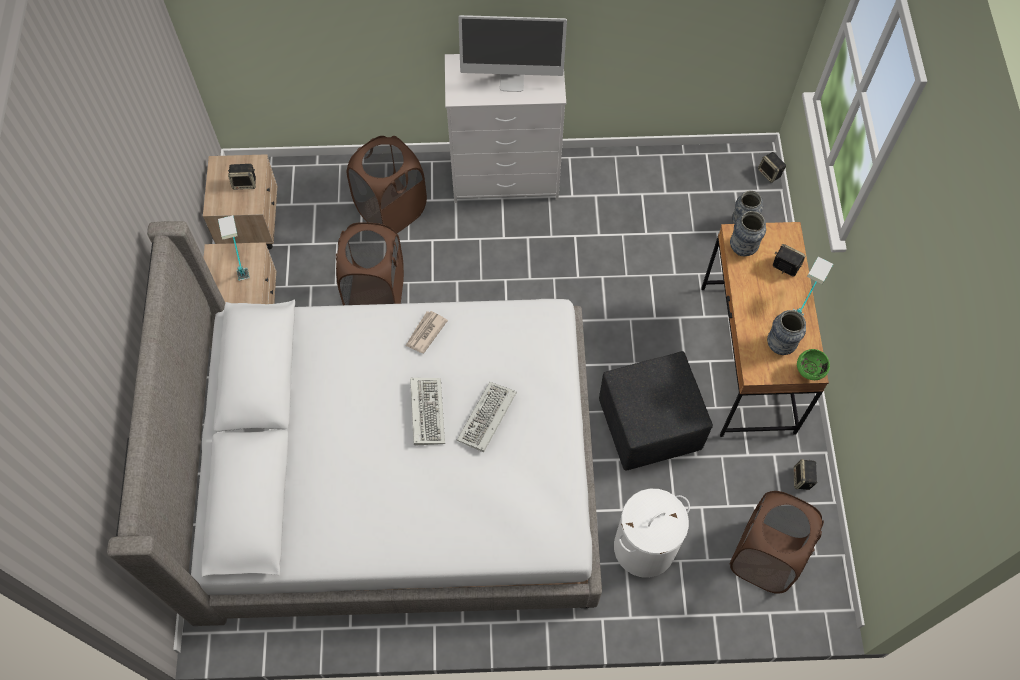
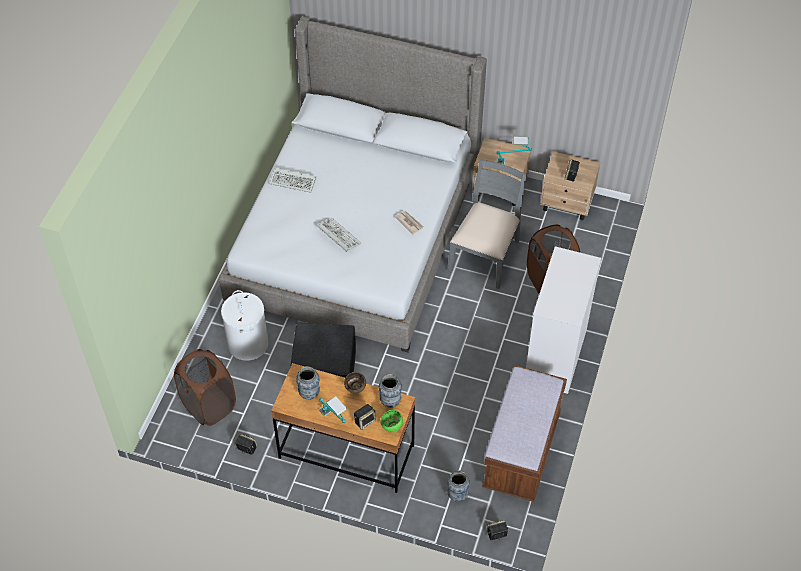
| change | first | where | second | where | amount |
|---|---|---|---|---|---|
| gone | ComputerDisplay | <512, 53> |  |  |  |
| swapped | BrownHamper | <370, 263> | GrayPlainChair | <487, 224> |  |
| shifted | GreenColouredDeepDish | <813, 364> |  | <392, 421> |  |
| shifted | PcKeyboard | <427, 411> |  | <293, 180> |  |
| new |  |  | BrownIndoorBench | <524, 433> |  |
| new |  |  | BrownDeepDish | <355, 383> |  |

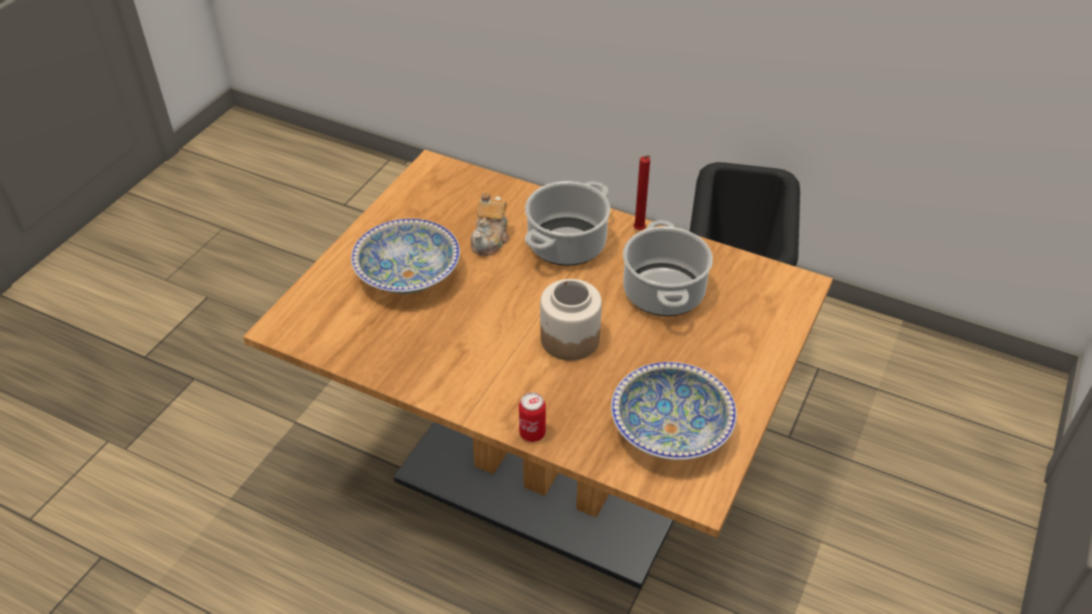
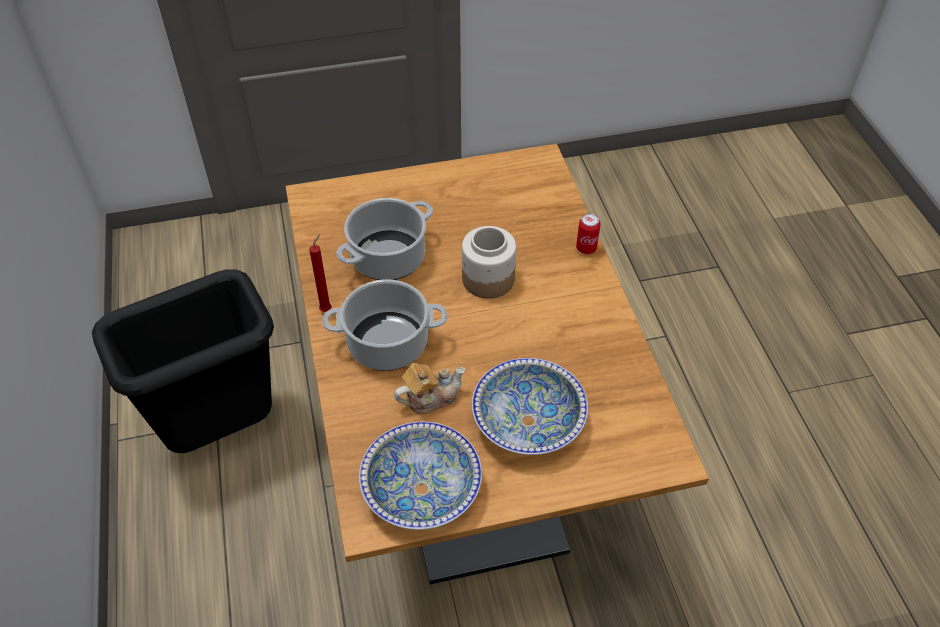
| change | first | where | second | where | amount |
|---|---|---|---|---|---|
| shifted | DeepDish | <674, 411> |  | <420, 476> |  |

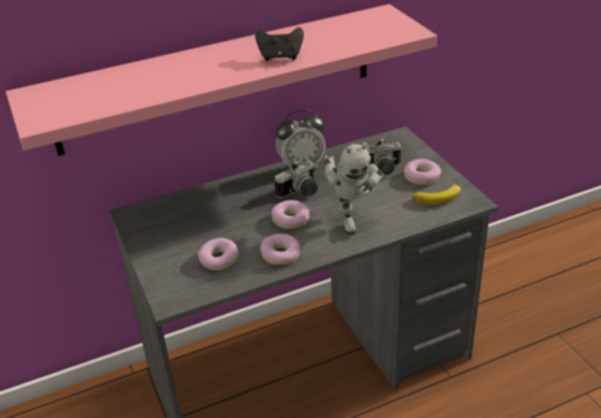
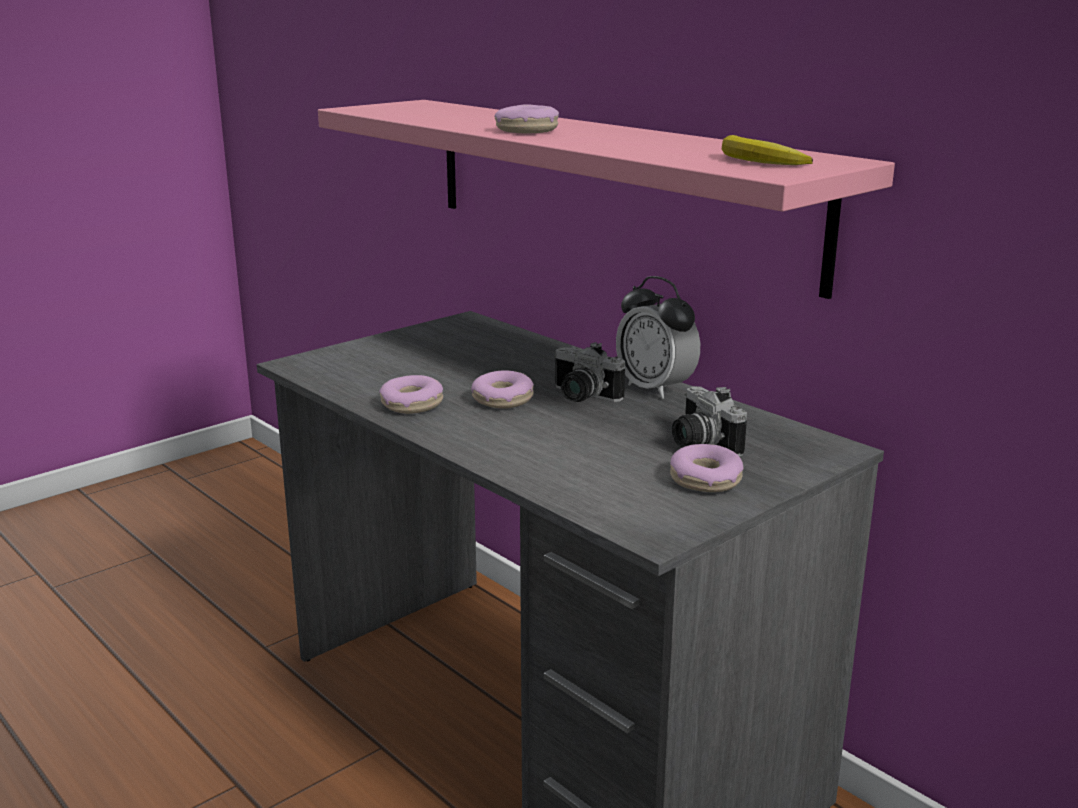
| change | first | where | second | where | amount |
|---|---|---|---|---|---|
| gone | BlackishGameController | <279, 44> |  |  |  |
| gone | ModelRobot | <354, 188> |  |  |  |
| shifted | Banana | <437, 194> |  | <767, 150> |  |
| shifted | Doughnut | <218, 254> |  | <526, 118> |  |

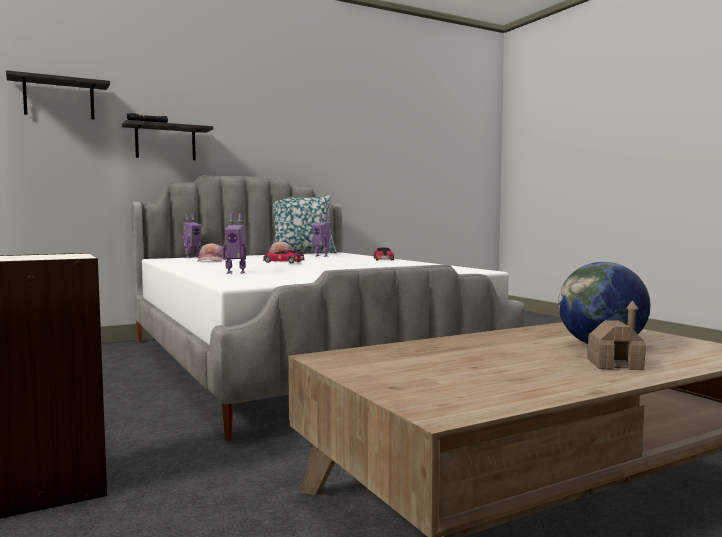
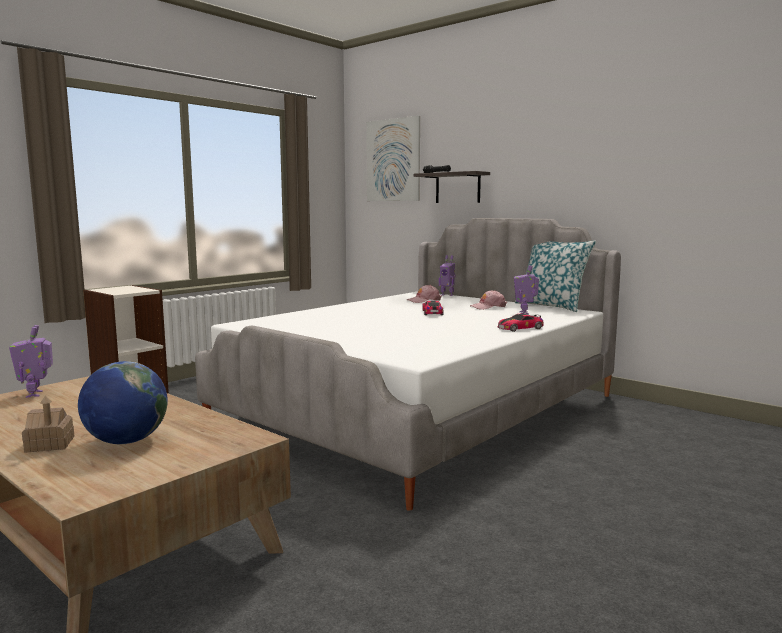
| change | first | where | second | where | amount |
|---|---|---|---|---|---|
| swapped | BracketShelf | <58, 94> | Picture | <393, 158> |  |
| shifted | ModelRobot | <234, 243> |  | <31, 361> |  |

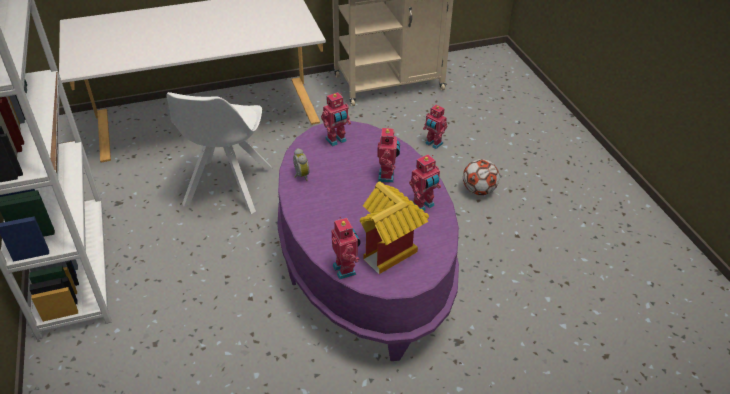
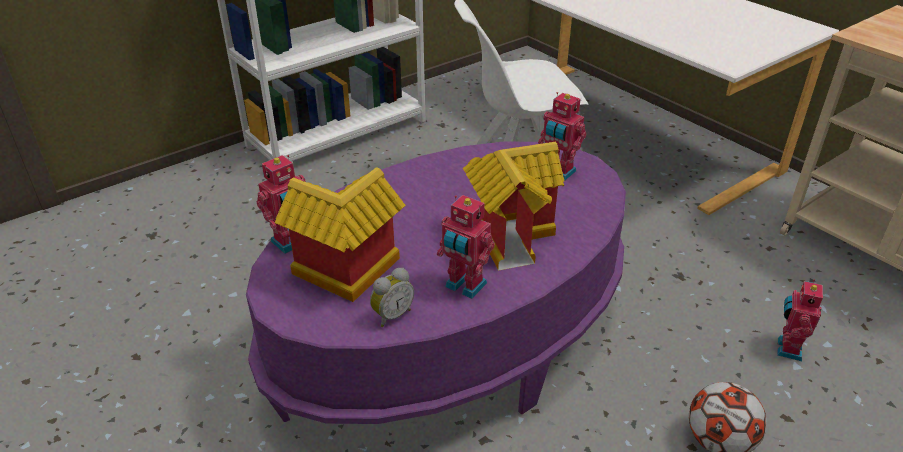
| change | first | where | second | where | amount |
|---|---|---|---|---|---|
| swapped | ModelRobot | <388, 154> | MiniatureHouse | <513, 206> |  |
| shifted | BedsideClock | <301, 164> |  | <392, 297> |  |

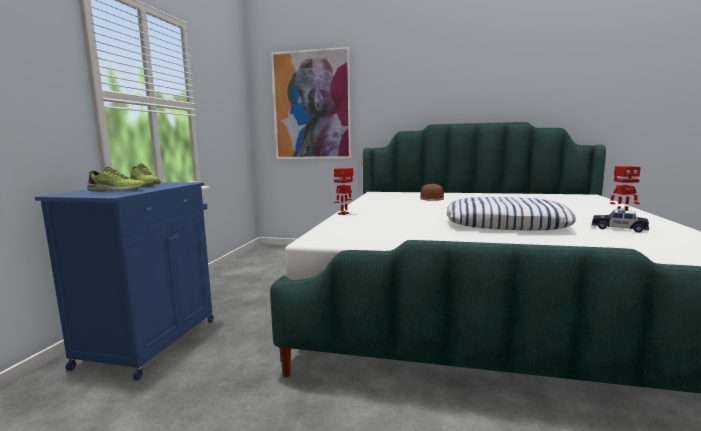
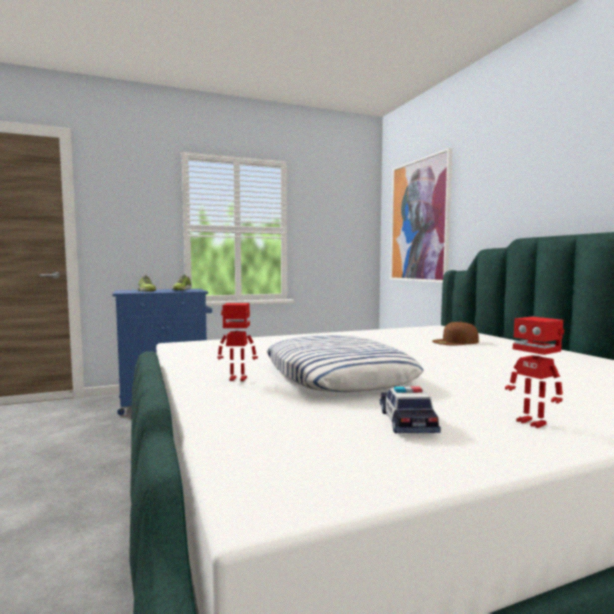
| change | first | where | second | where | amount |
|---|---|---|---|---|---|
| shifted | ModelRobot | <343, 191> |  | <238, 342> |  |

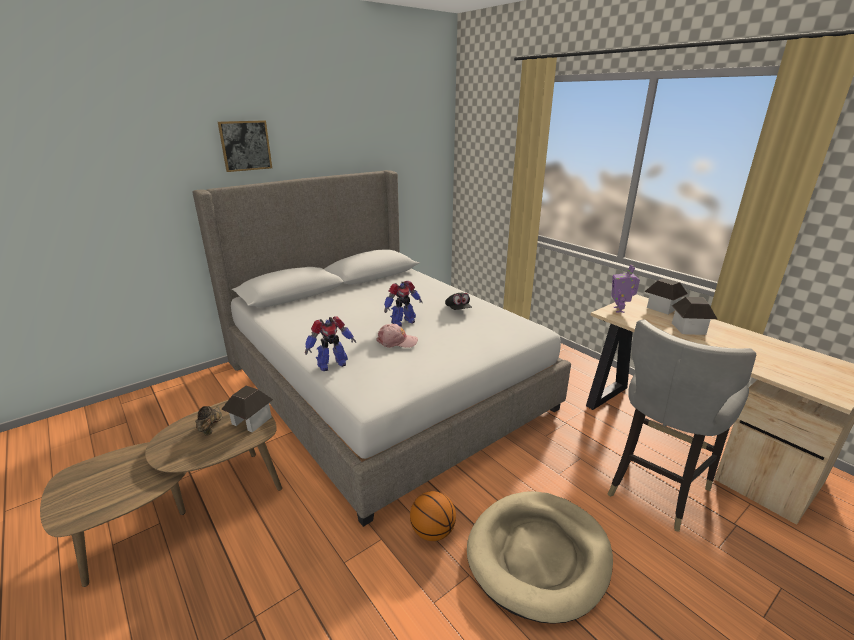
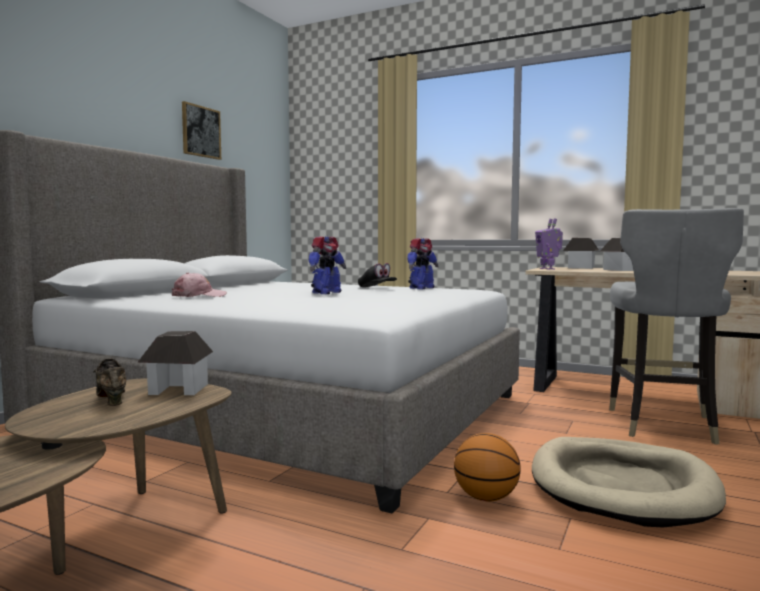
| change | first | where | second | where | amount |
|---|---|---|---|---|---|
| shifted | Picture | <245, 146> |  | <201, 130> |  |
| shifted | ModelRobot | <330, 343> |  | <423, 263> |  |
| shifted | PinkishCap | <397, 336> |  | <199, 285> |  |

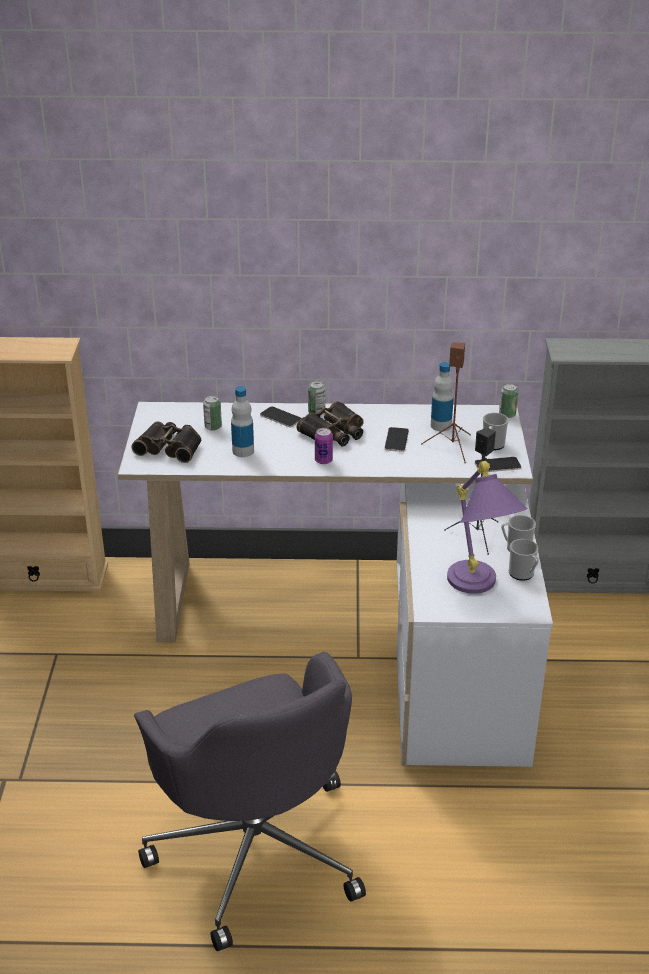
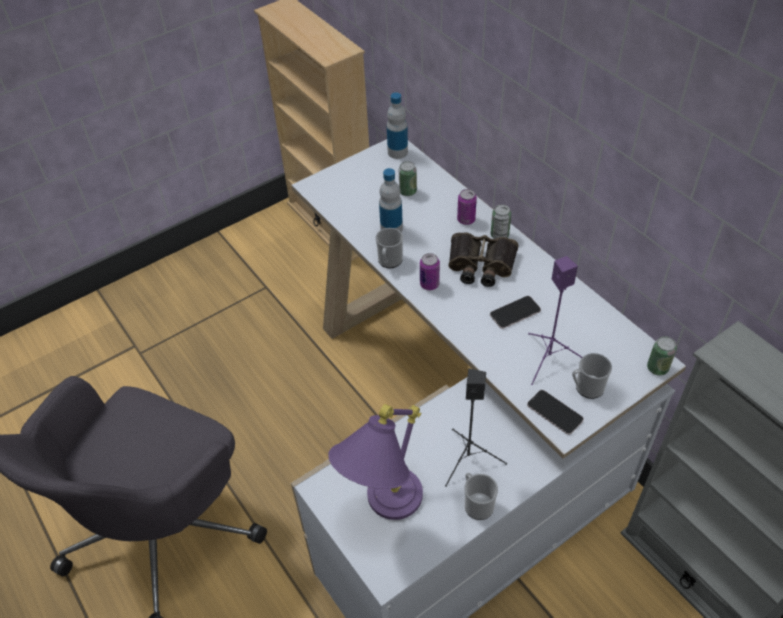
| change | first | where | second | where | amount |
|---|---|---|---|---|---|
| repainted | BrownSpeaker | <446, 402> | PurpleColouredSpeaker | <555, 320> |  |
| shifted | BeverageBottle | <442, 396> |  | <397, 125> |  |
| swapped | Handset | <280, 416> | MetalCan | <467, 207> |  |
| gone | PairOfBinoculars | <166, 442> |  |  |  |
| shifted | Mug | <524, 560> |  | <389, 248> |  |

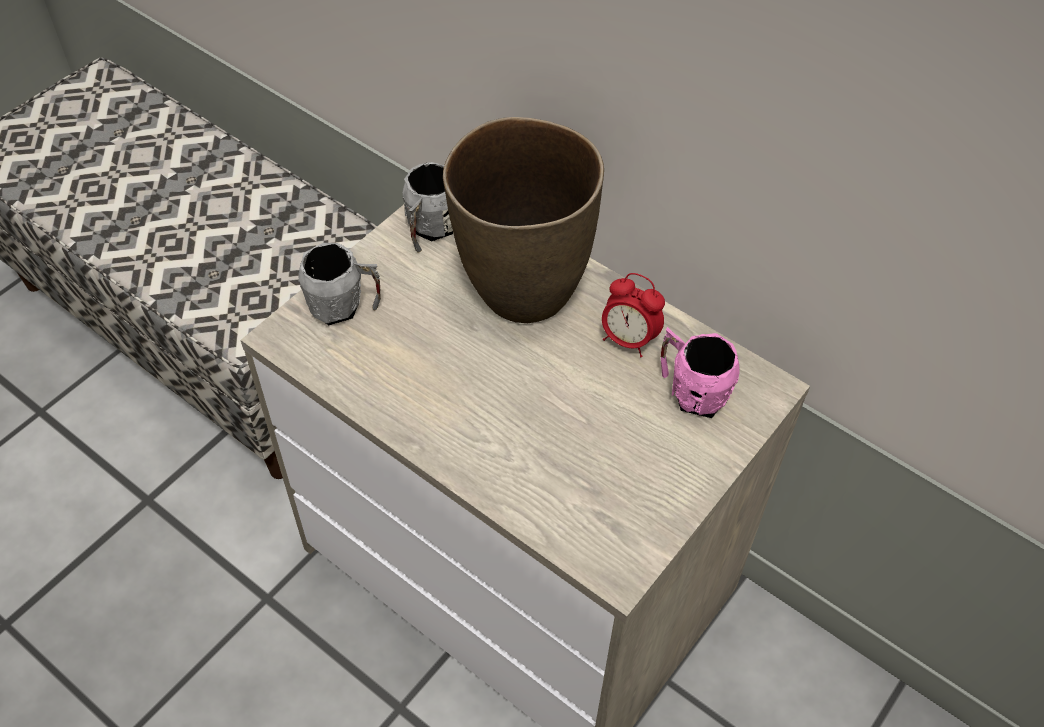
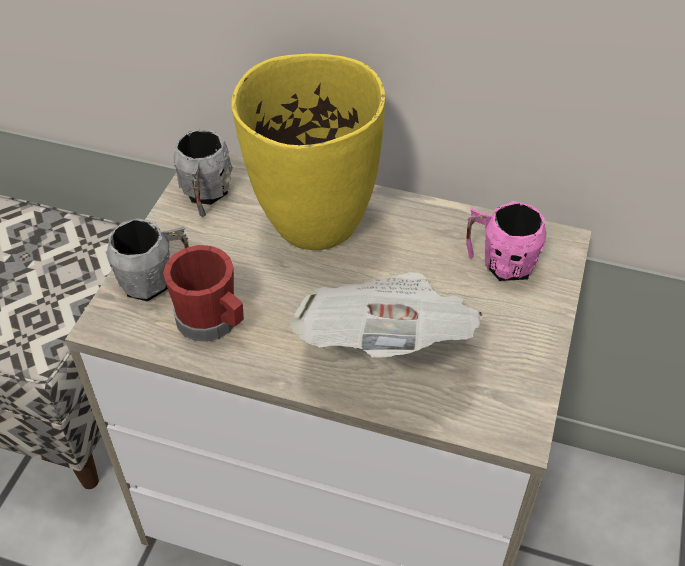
| change | first | where | second | where | amount |
|---|---|---|---|---|---|
| repainted | BrownVase | <523, 220> | YellowishVase | <308, 152> |  |
| gone | BedsideClock | <633, 315> |  |  |  |
| new |  |  | RedColouredMug | <203, 293> |  |
| new |  |  | DailyPaper | <386, 315> |  |

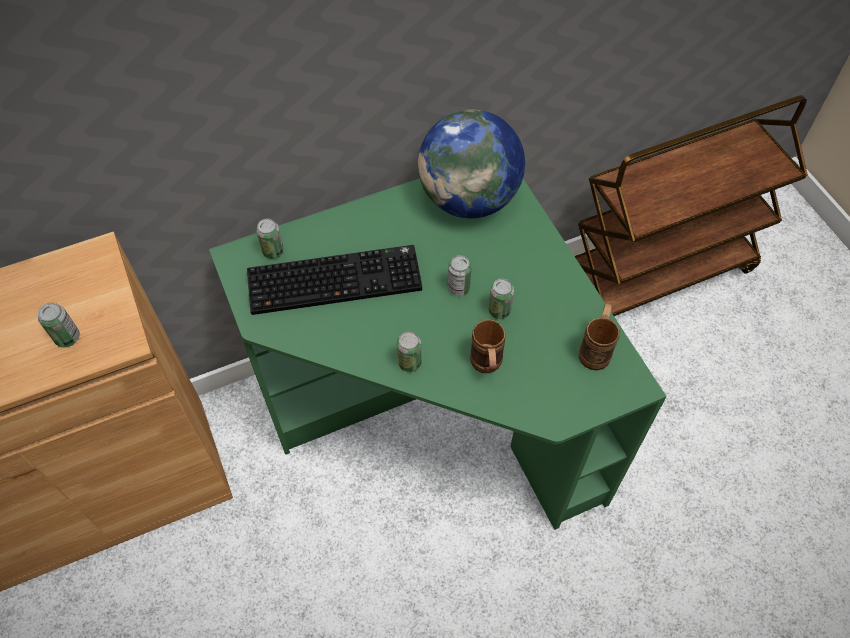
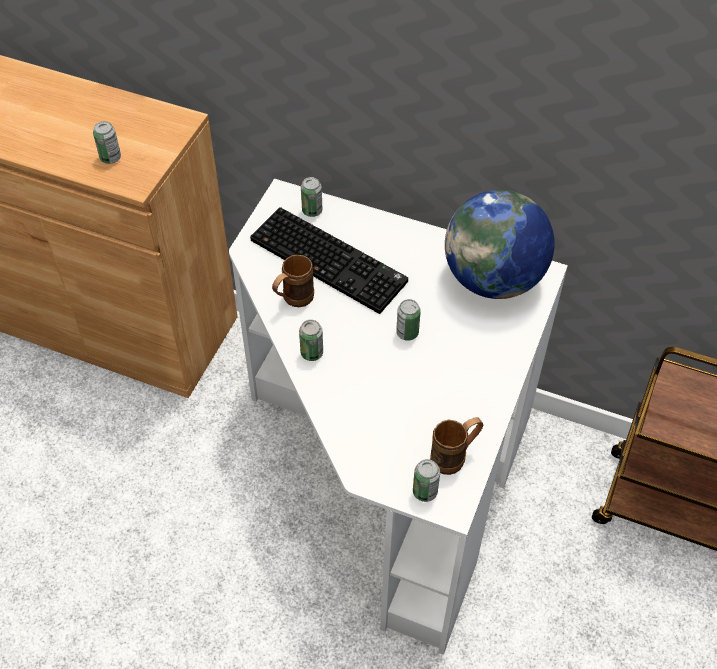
| change | first | where | second | where | amount |
|---|---|---|---|---|---|
| repainted | GreenColouredDeskTable | <438, 354> | WhitishDeskTable | <398, 417> |  |
| shifted | MetalCan | <501, 299> |  | <426, 480> |  |
| shifted | BrownMug | <488, 346> |  | <293, 281> |  |

